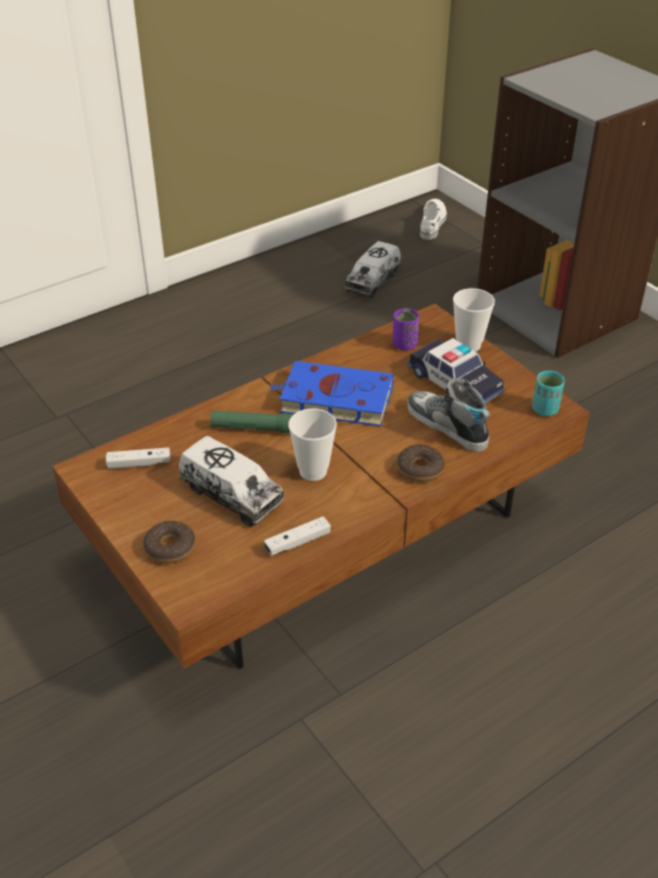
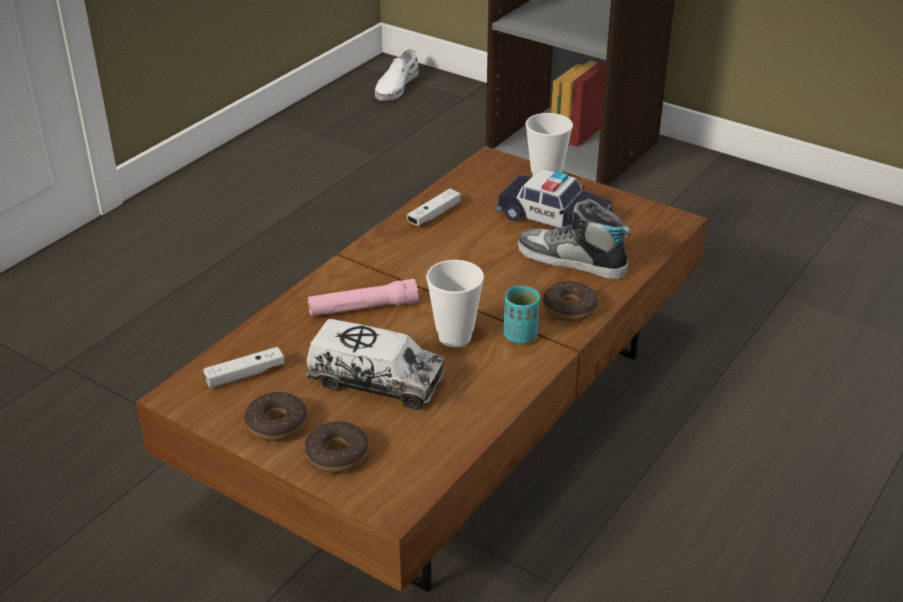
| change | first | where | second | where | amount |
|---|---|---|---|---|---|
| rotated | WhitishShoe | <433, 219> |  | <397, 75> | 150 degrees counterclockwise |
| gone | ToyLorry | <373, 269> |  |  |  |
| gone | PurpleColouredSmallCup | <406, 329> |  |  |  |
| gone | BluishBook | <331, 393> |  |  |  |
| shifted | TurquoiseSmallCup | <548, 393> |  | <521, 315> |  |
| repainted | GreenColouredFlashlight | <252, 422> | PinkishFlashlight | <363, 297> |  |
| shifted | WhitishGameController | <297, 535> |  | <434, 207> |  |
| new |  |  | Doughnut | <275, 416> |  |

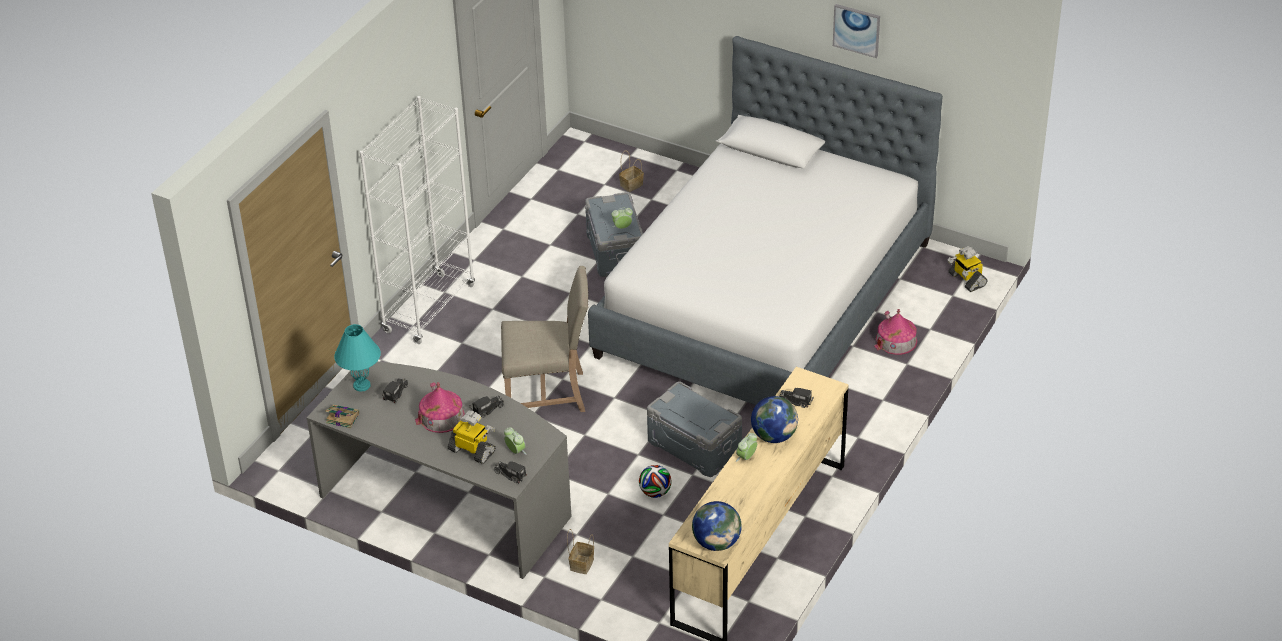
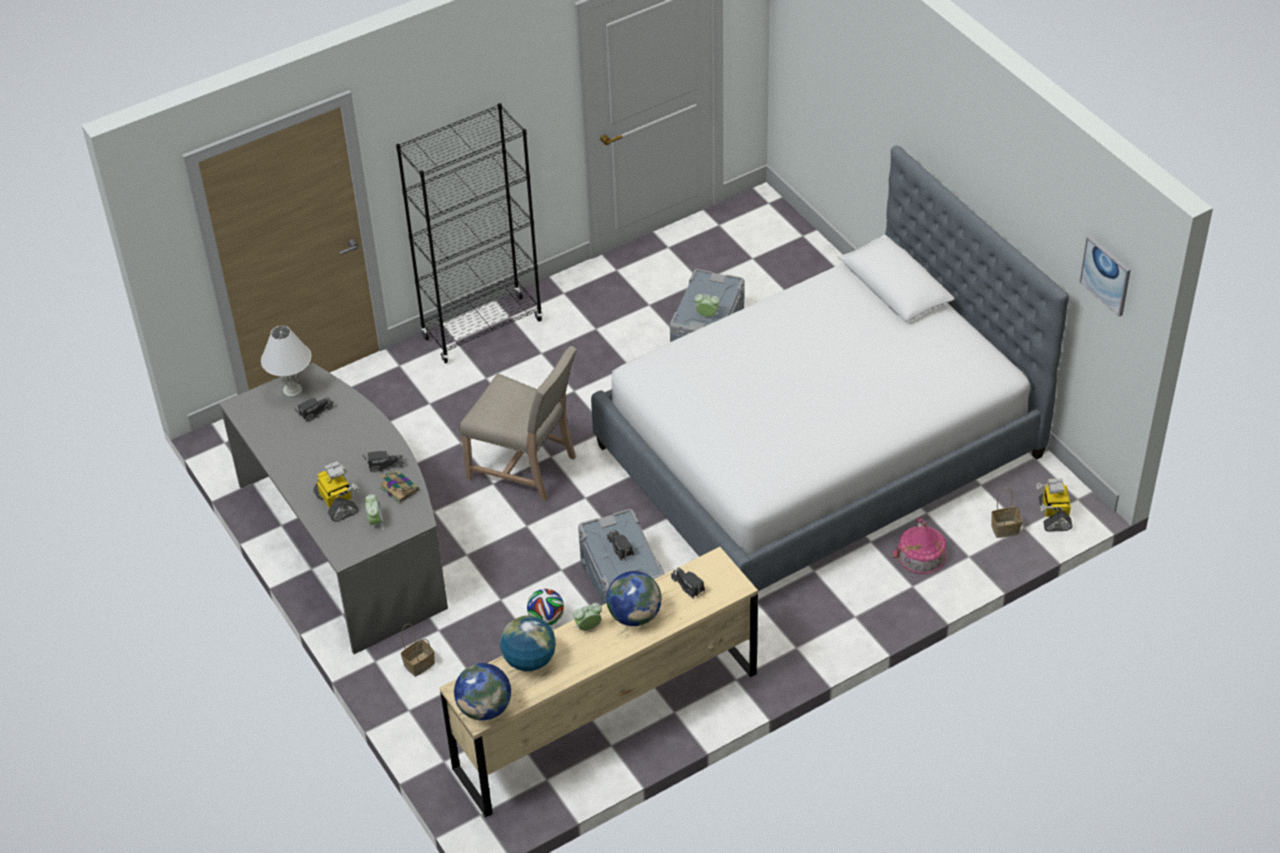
| change | first | where | second | where | amount |
|---|---|---|---|---|---|
| shifted | Picture | <856, 31> |  | <1105, 276> |  |
| repainted | WhitishBookshelf | <417, 220> | BlackishBookshelf | <469, 233> |  |
| shifted | StorageBasket | <631, 171> |  | <1006, 513> |  |
| repainted | TurquoiseLampForATable | <357, 358> | WhitishLampForATable | <286, 361> |  |
| gone | MiniatureHouse | <440, 407> |  |  |  |
| shifted | Book | <342, 416> |  | <399, 487> |  |
| shifted | ToyLorry | <510, 472> |  | <620, 545> |  |
| new |  |  | Globe | <528, 643> |  |

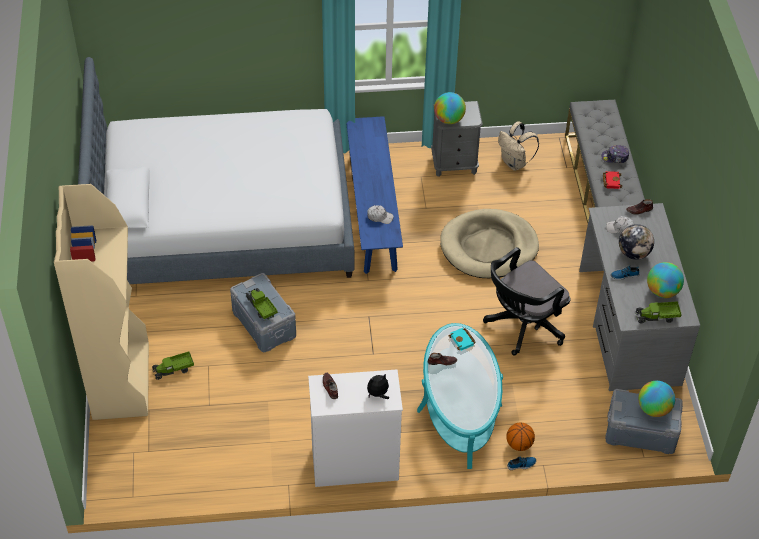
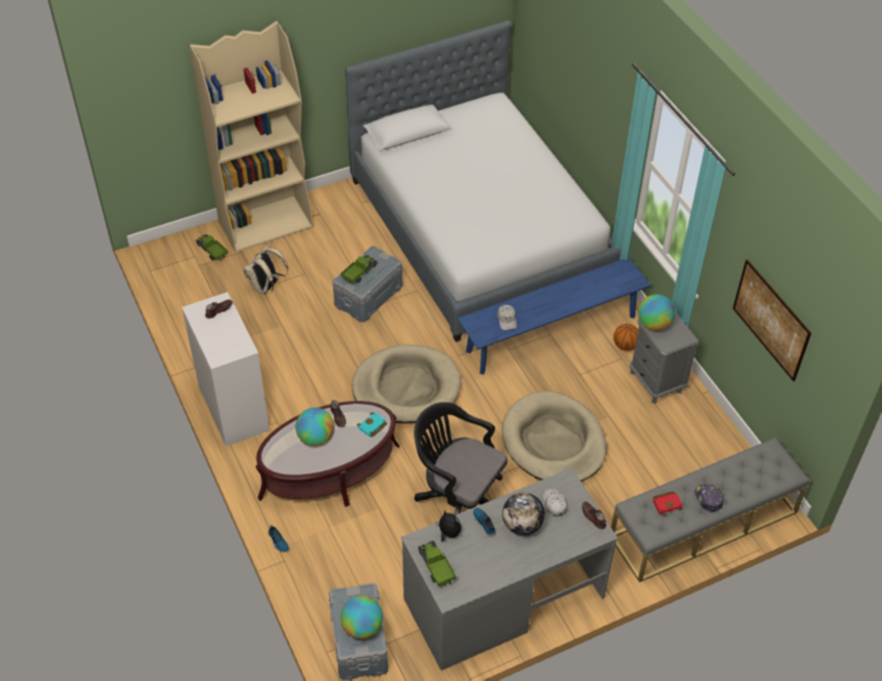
| change | first | where | second | where | amount |
|---|---|---|---|---|---|
| shifted | SandColouredRucksack | <518, 146> |  | <265, 269> |  |
| shifted | Globe | <665, 280> |  | <314, 427> |  |
| repainted | TurquoiseLowTable | <460, 396> | BrownLowTable | <328, 454> |  |
| shifted | ToyLorry | <173, 366> |  | <212, 248> |  |
| shifted | CuddlyToy | <378, 386> |  | <448, 526> |  |
| shifted | Basketball | <521, 437> |  | <625, 337> |  |
| new |  |  | Picture | <772, 320> |  |
| new |  |  | SandColouredPetBed | <406, 383> |  |

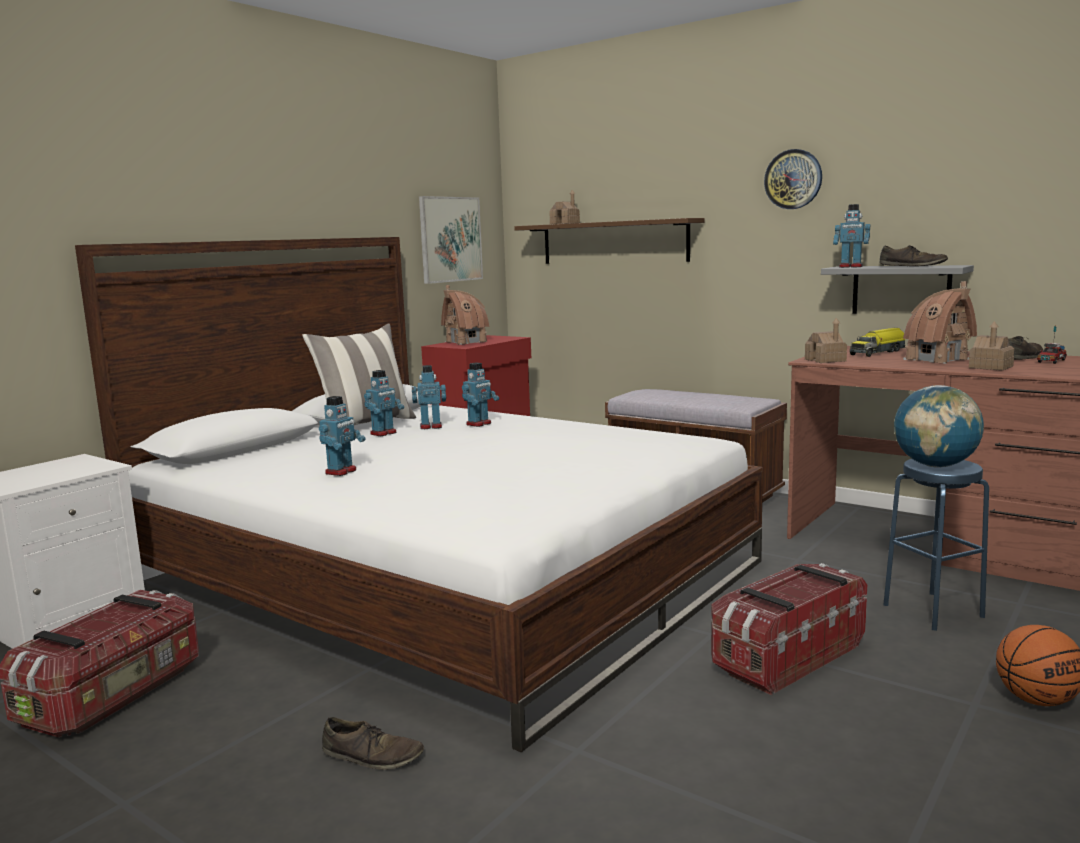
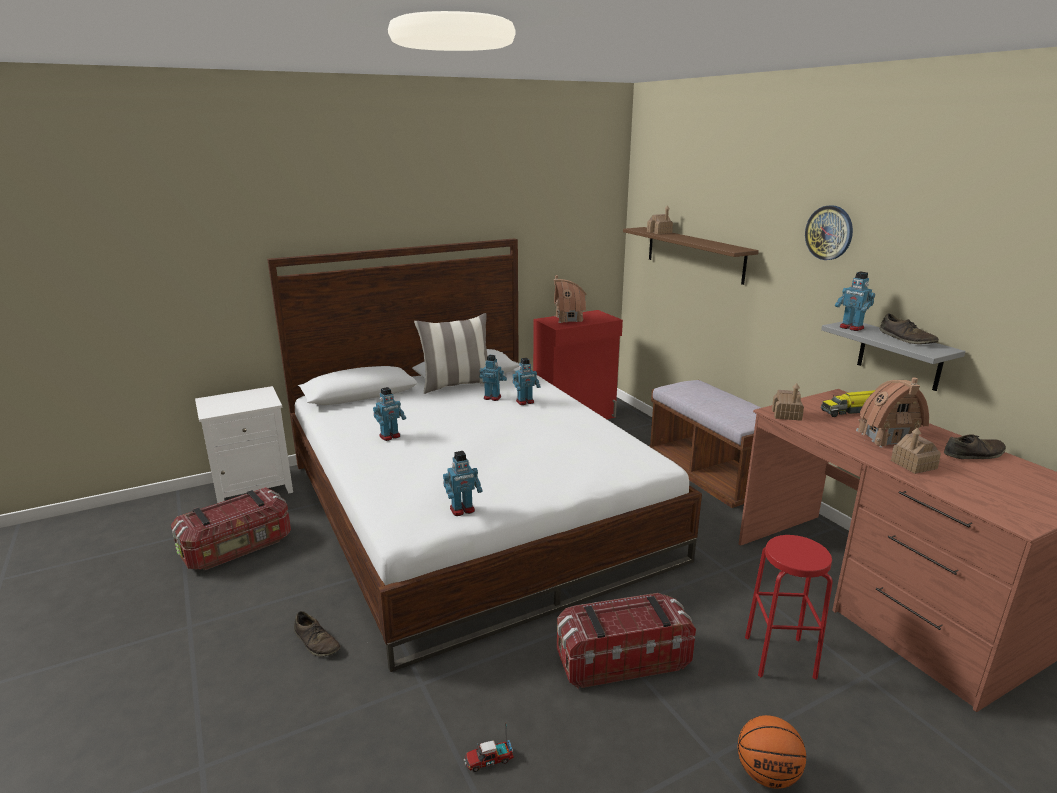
| change | first | where | second | where | amount |
|---|---|---|---|---|---|
| gone | Picture | <451, 240> |  |  |  |
| shifted | ToyLorry | <1052, 344> |  | <488, 748> |  |
| shifted | ModelRobot | <384, 403> |  | <463, 483> |  |
| gone | Globe | <939, 426> |  |  |  |
| repainted | BluishStoolSeat | <936, 545> | RedColouredStoolSeat | <789, 607> |  |

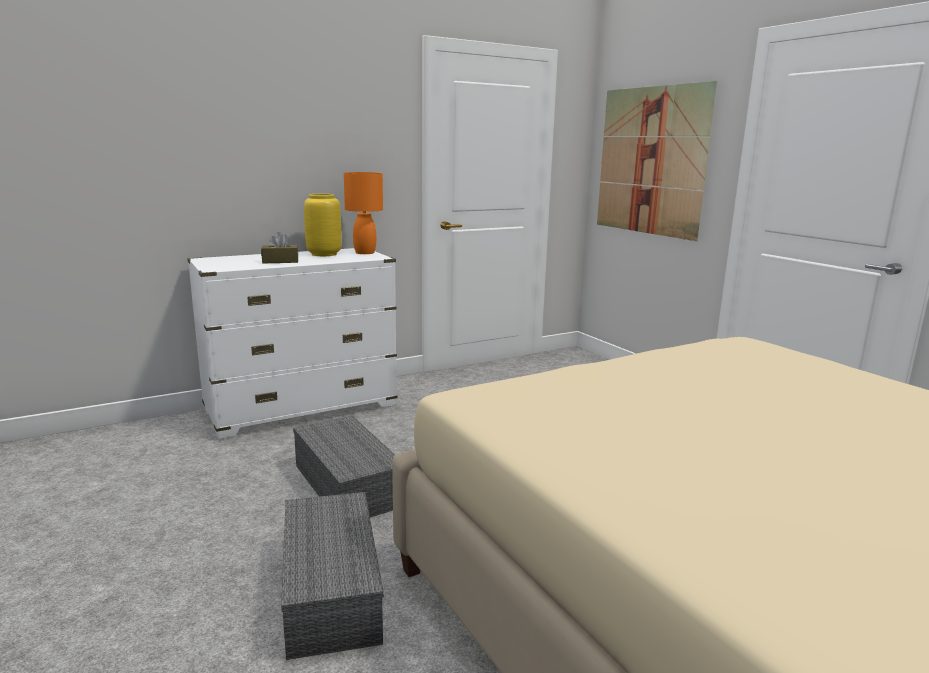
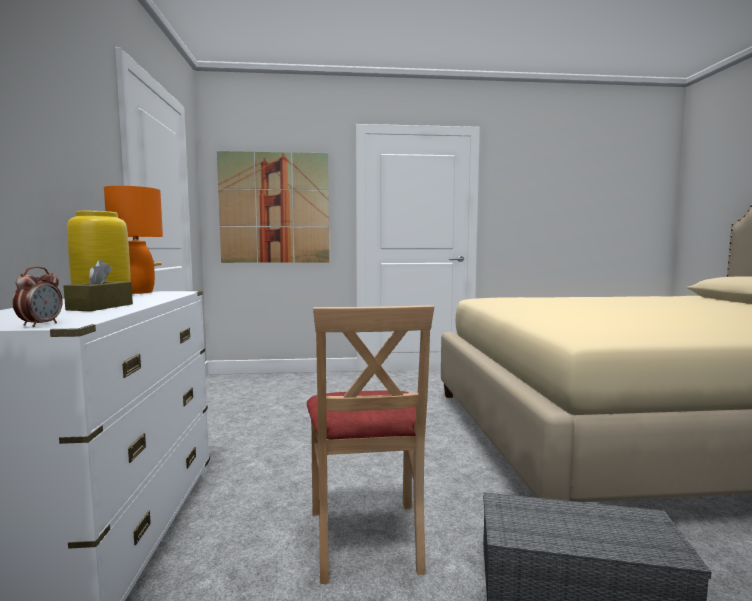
| change | first | where | second | where | amount |
|---|---|---|---|---|---|
| swapped | GrayStorageBox | <344, 466> | SandColouredPlainChair | <370, 444> |  |
| new |  |  | BedsideClock | <37, 296> |  |

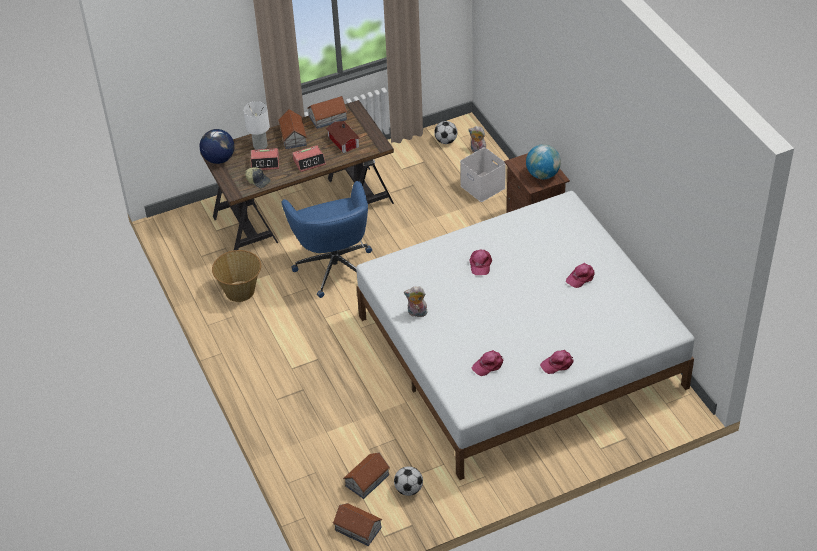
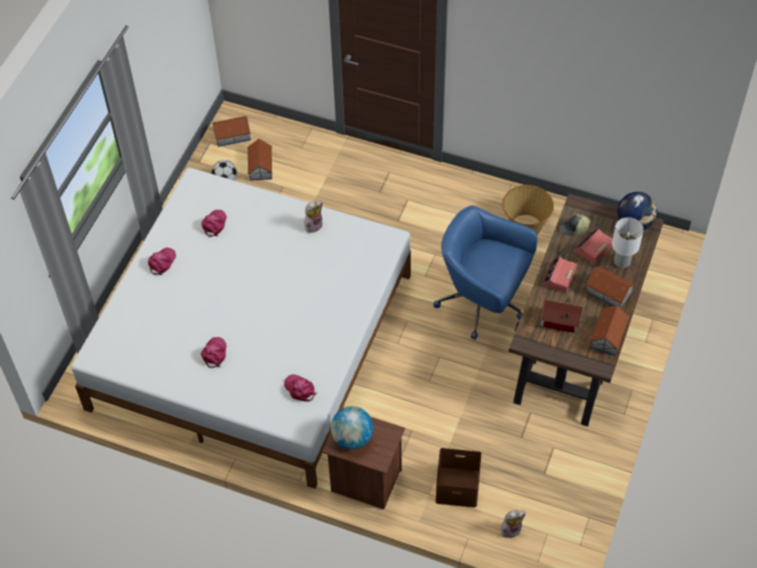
| change | first | where | second | where | amount |
|---|---|---|---|---|---|
| gone | FootballBall | <445, 132> |  |  |  |
| repainted | WhitishStorageBox | <483, 174> | BrownStorageBox | <458, 478> |  |
| shifted | PinkishCap | <480, 262> |  | <300, 388> |  |

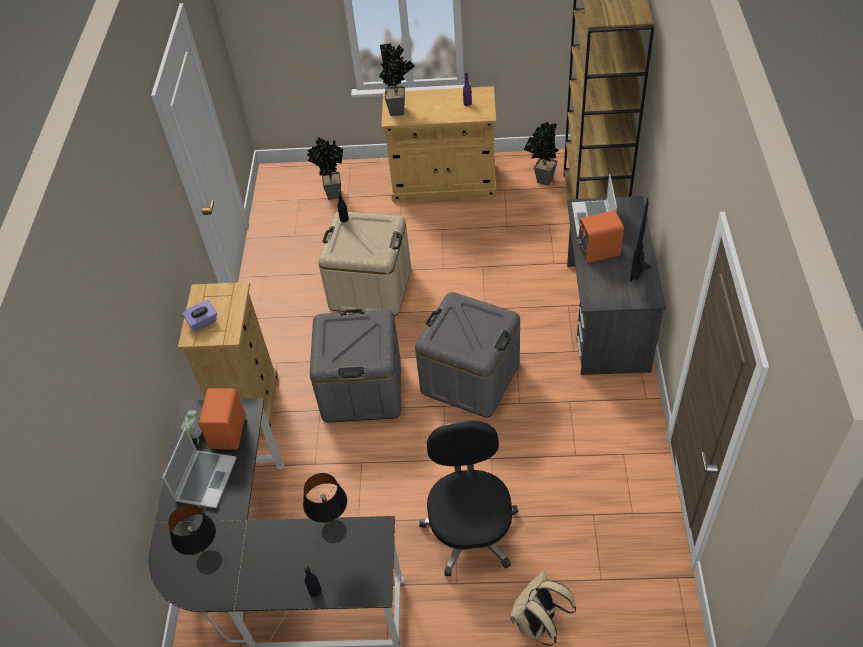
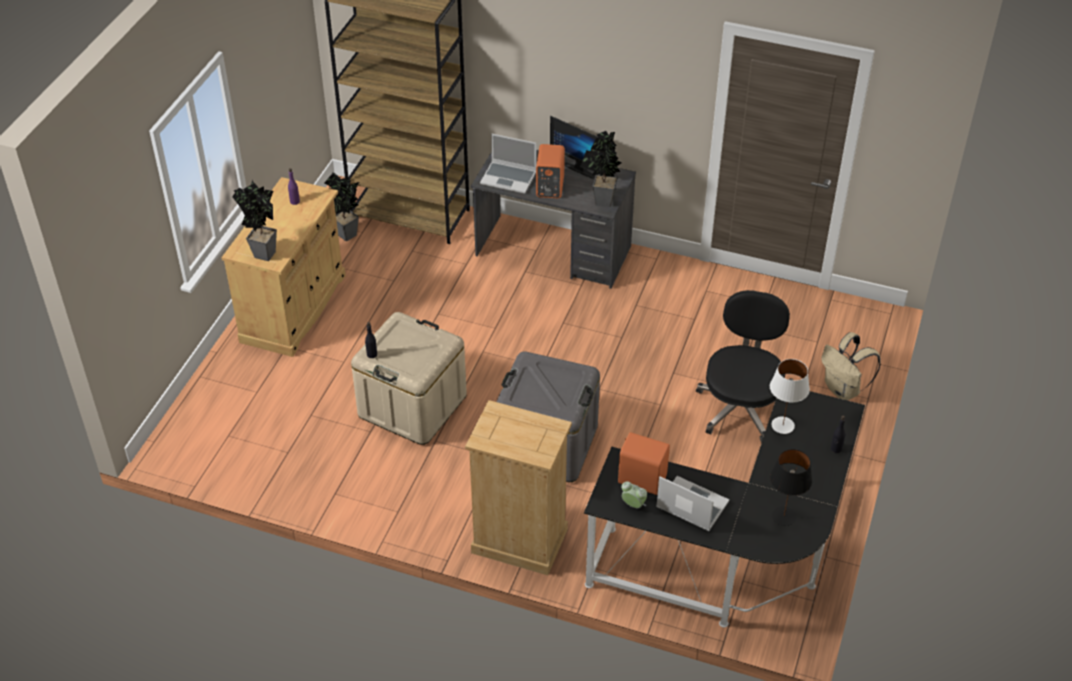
| change | first | where | second | where | amount |
|---|---|---|---|---|---|
| shifted | Houseplant | <325, 169> |  | <600, 169> |  |
| gone | GrayStorageBox | <467, 354> |  |  |  |
| gone | PurpleColouredTissueBox | <199, 315> |  |  |  |
| rotated | BlackishComputerChair | <468, 498> |  | <743, 366> | 90 degrees clockwise |
| repainted | BlackishLampForATable | <325, 508> | WhitishLampForATable | <790, 396> |  |

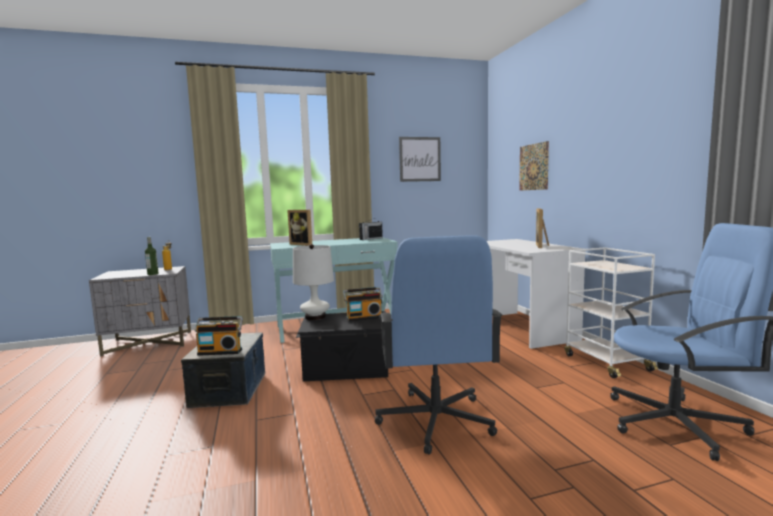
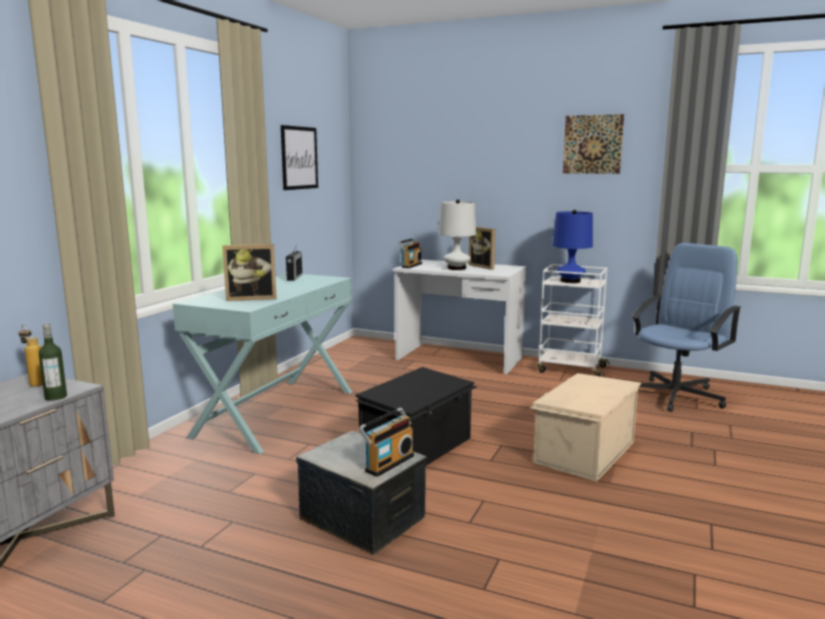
| change | first | where | second | where | amount |
|---|---|---|---|---|---|
| shifted | Picture | <534, 166> |  | <593, 144> |  |
| swapped | BluishComputerChair | <438, 345> | SandColouredStorageBox | <585, 427> |  |
| shifted | WhitishLampForATable | <313, 282> |  | <457, 234> |  |
| shifted | RadioReceiver | <363, 304> |  | <410, 253> |  |
| new |  |  | BluishLampForATable | <572, 246> |  |

